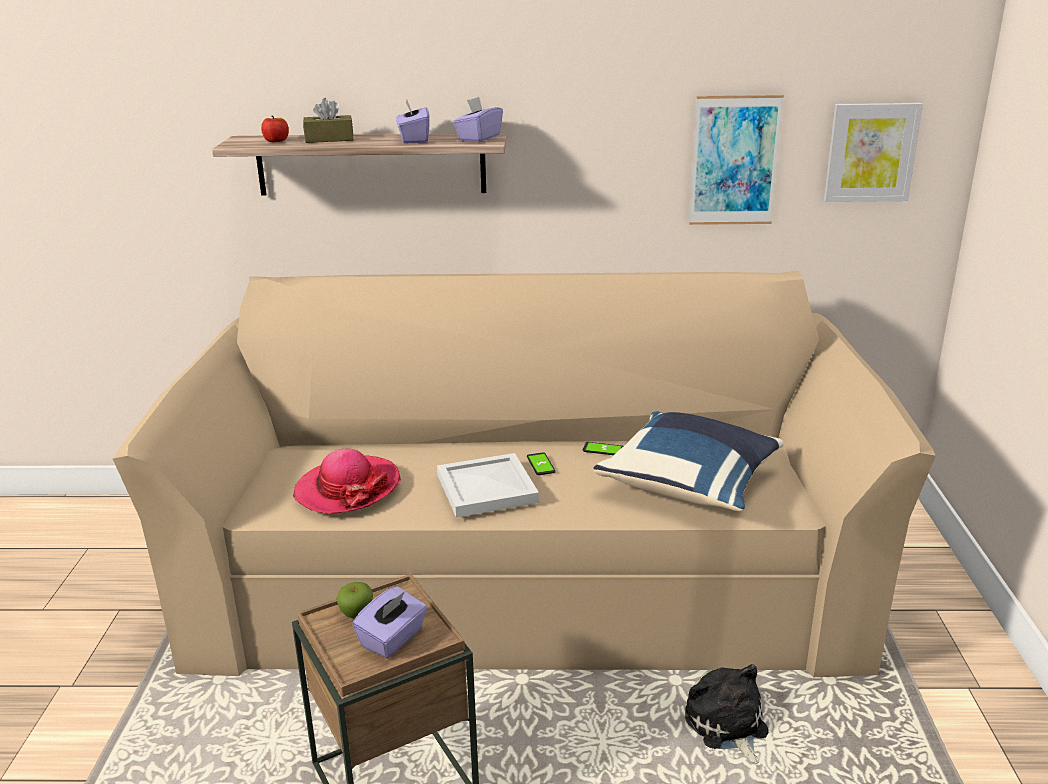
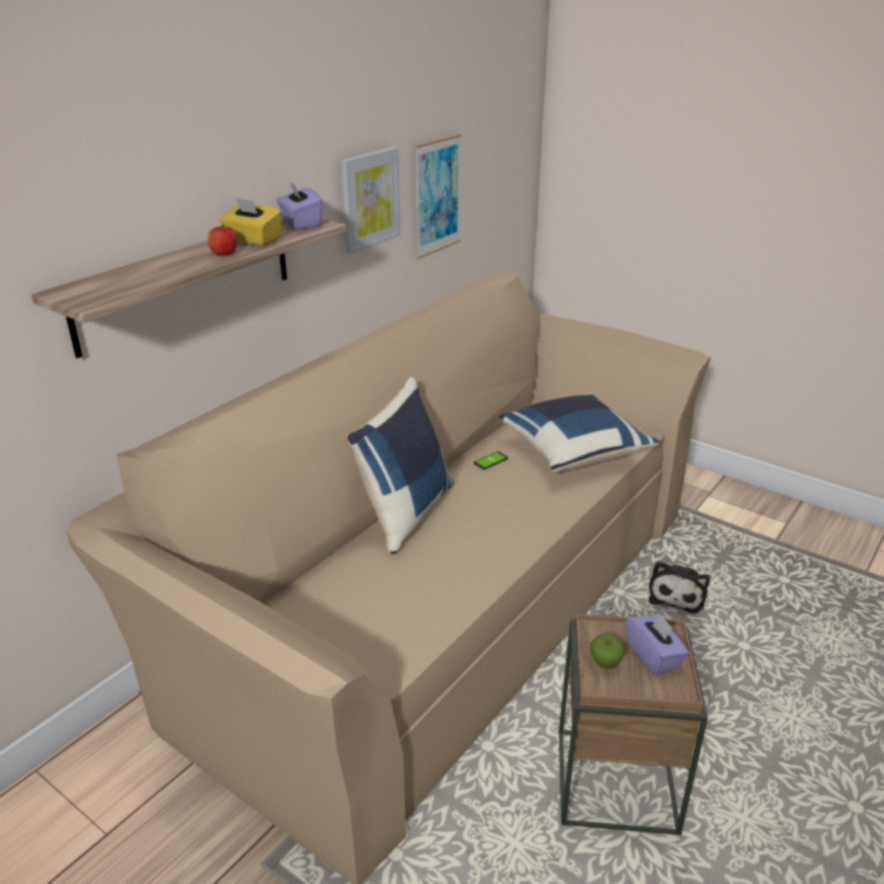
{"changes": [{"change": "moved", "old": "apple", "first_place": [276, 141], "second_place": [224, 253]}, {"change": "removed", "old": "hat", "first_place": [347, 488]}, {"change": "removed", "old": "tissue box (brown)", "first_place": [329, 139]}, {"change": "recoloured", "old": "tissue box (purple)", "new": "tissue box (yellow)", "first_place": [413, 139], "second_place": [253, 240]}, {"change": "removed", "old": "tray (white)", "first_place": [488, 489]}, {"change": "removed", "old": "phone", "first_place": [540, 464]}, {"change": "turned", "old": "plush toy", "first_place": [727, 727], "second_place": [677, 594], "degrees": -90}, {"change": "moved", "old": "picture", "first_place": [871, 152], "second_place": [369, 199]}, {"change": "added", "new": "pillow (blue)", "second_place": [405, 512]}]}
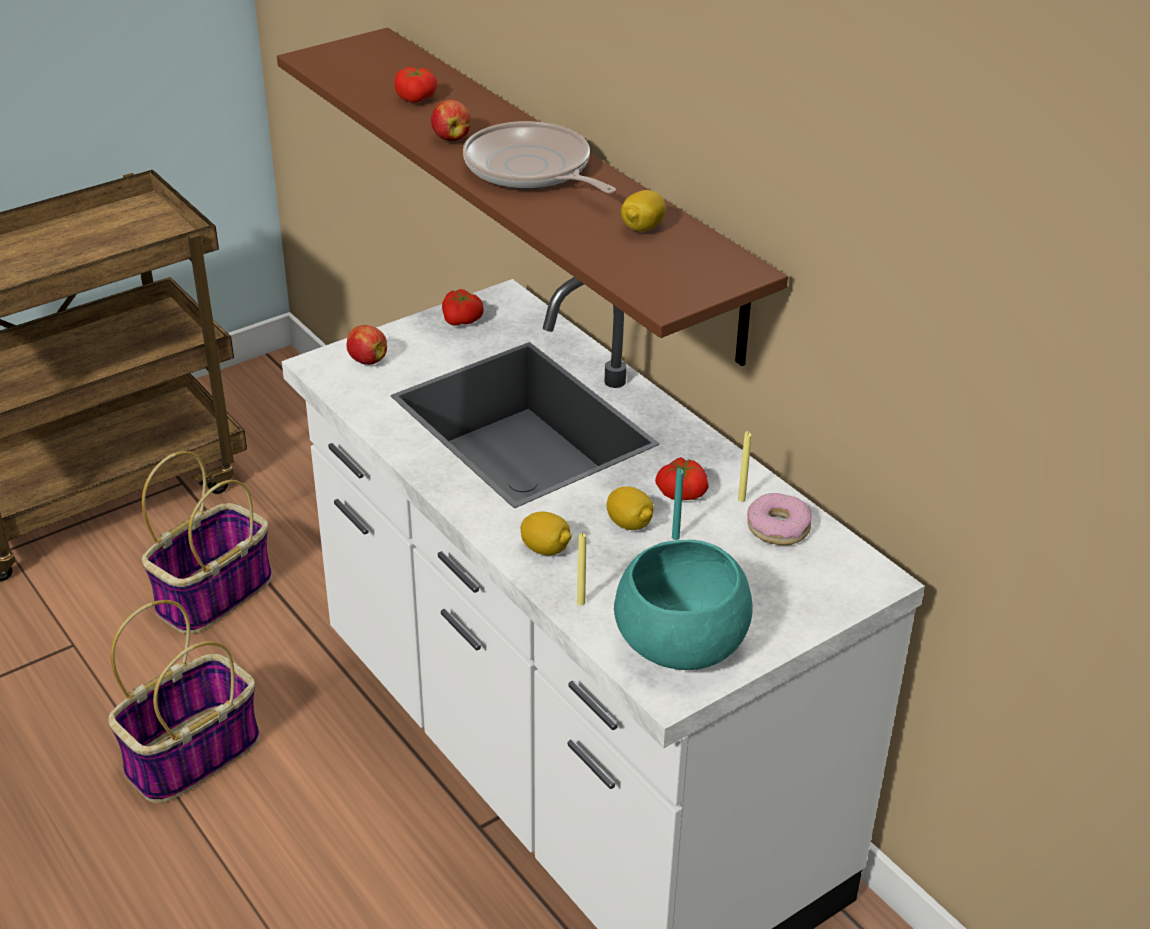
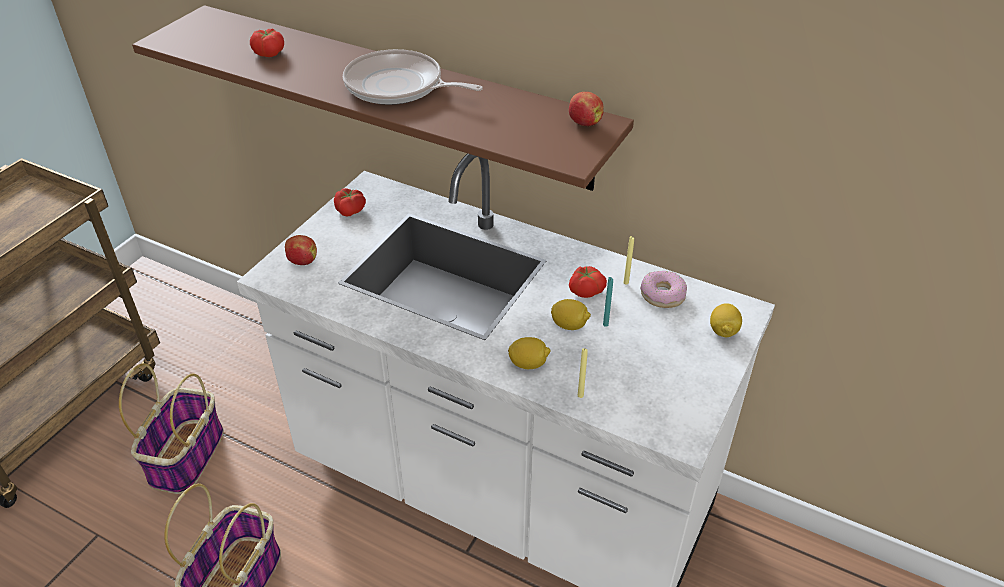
{"changes": [{"change": "moved", "old": "apple", "first_place": [451, 138], "second_place": [584, 123]}, {"change": "removed", "old": "bowl (turquoise)", "first_place": [679, 640]}, {"change": "moved", "old": "lemon", "first_place": [642, 228], "second_place": [723, 331]}]}
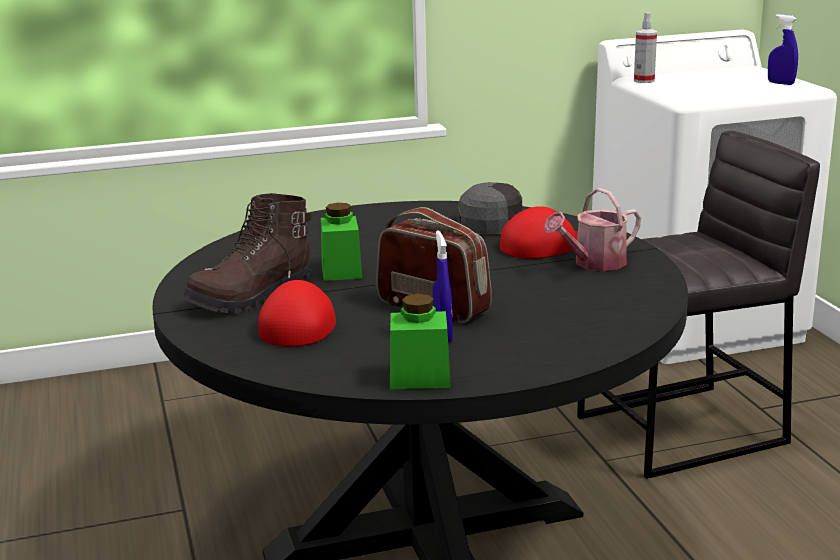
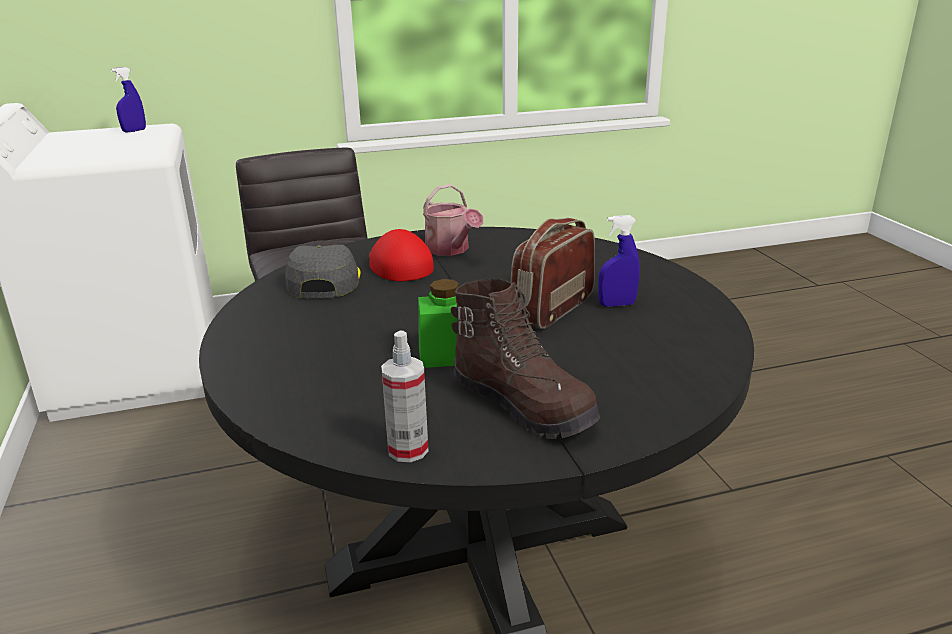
{"changes": [{"change": "removed", "old": "cap (red)", "first_place": [300, 323]}, {"change": "removed", "old": "jar (green)", "first_place": [420, 377]}, {"change": "moved", "old": "spray bottle", "first_place": [644, 81], "second_place": [408, 450]}]}
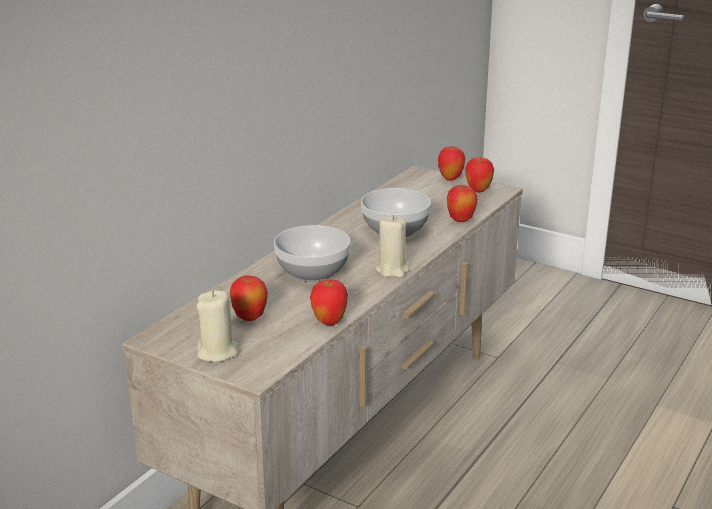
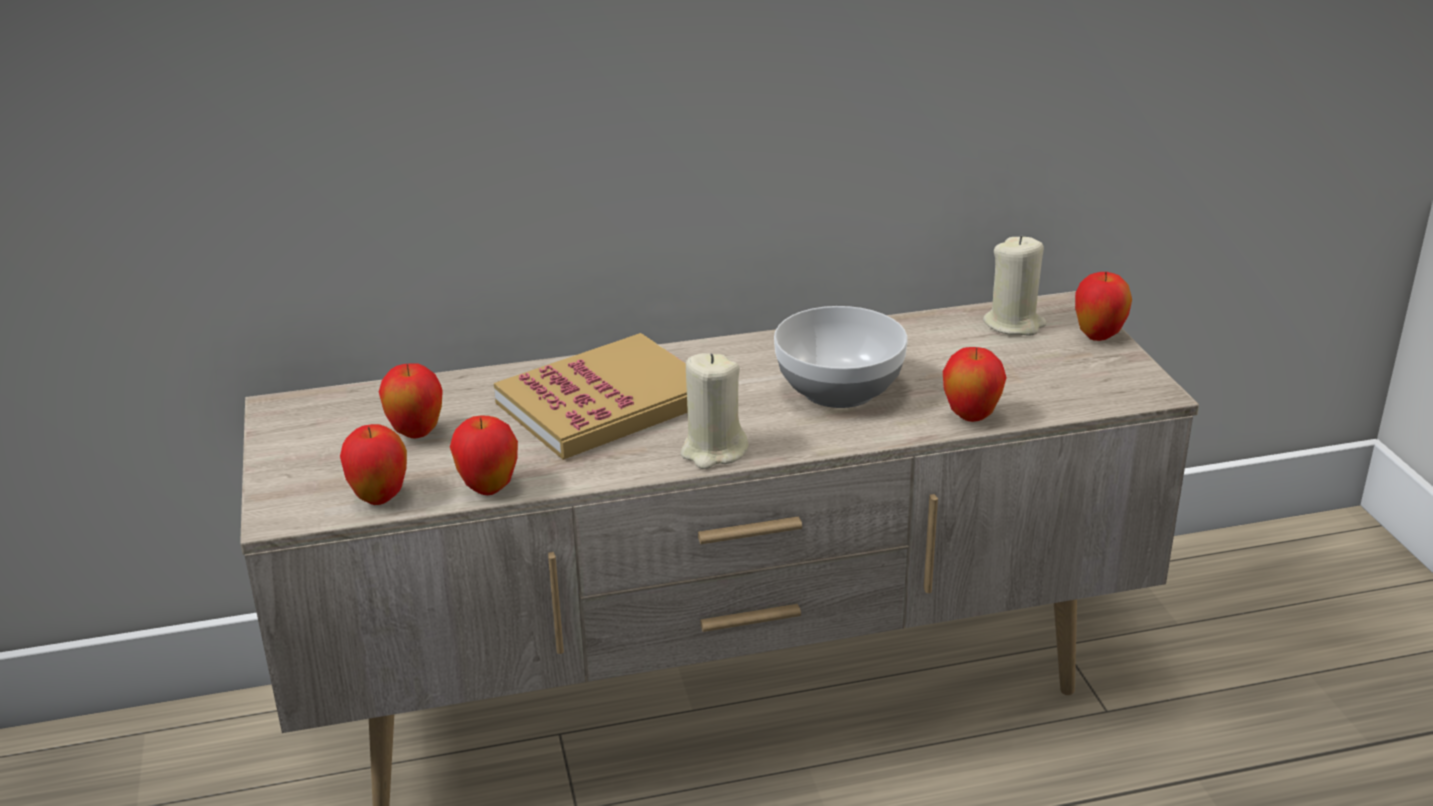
{"changes": [{"change": "moved", "old": "candle (beige)", "first_place": [218, 352], "second_place": [1014, 324]}, {"change": "replaced", "old": "bowl", "new": "book", "first_place": [311, 272], "second_place": [605, 403]}, {"change": "moved", "old": "apple", "first_place": [478, 190], "second_place": [380, 498]}]}
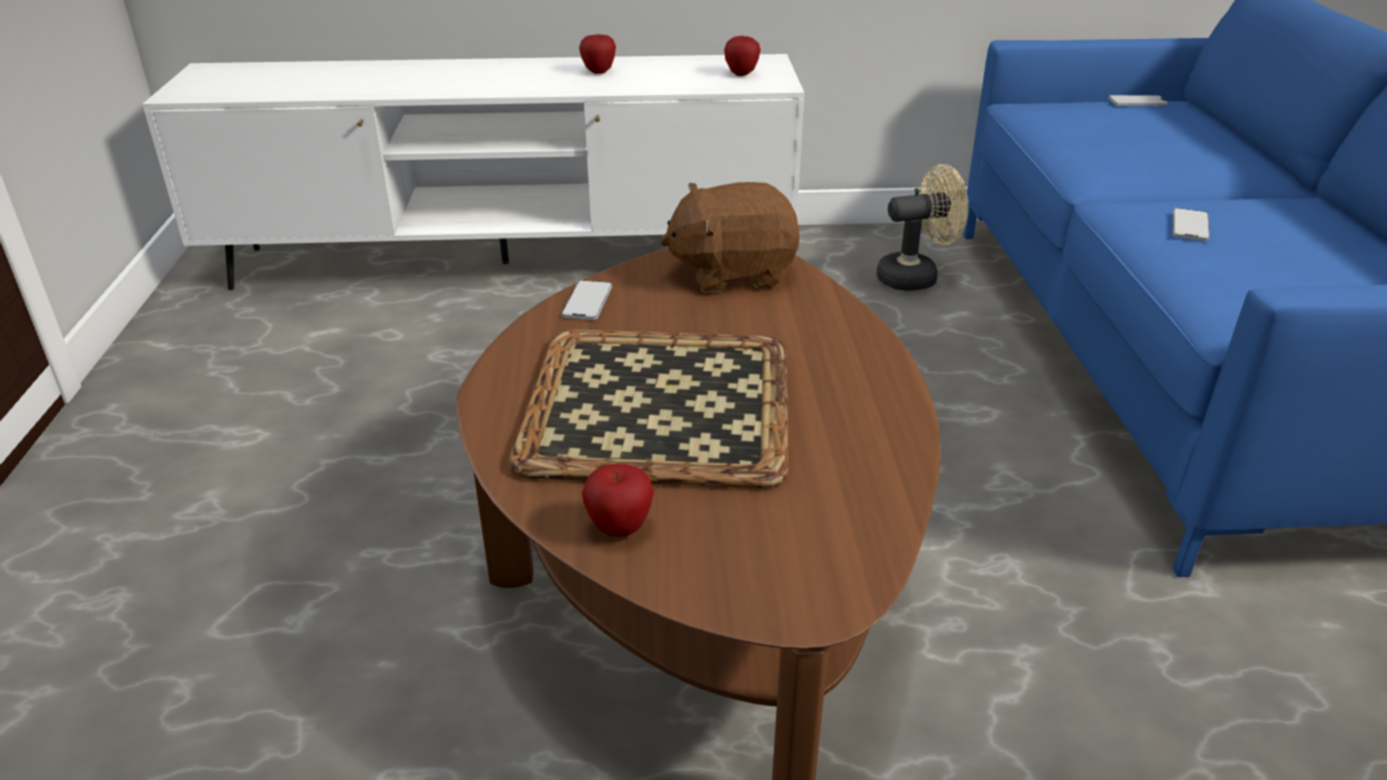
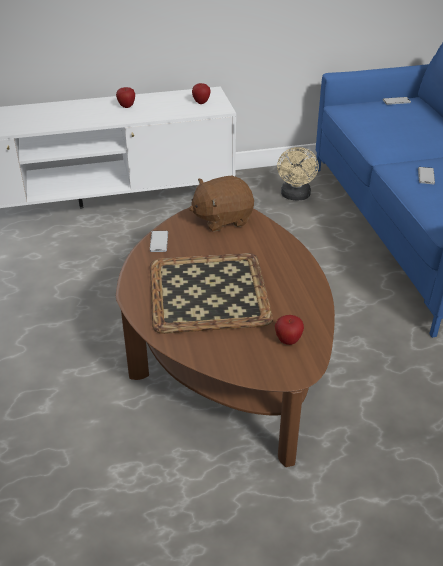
{"changes": [{"change": "moved", "old": "apple", "first_place": [619, 528], "second_place": [288, 341]}, {"change": "turned", "old": "fan (beige)", "first_place": [916, 277], "second_place": [295, 196], "degrees": 120}]}
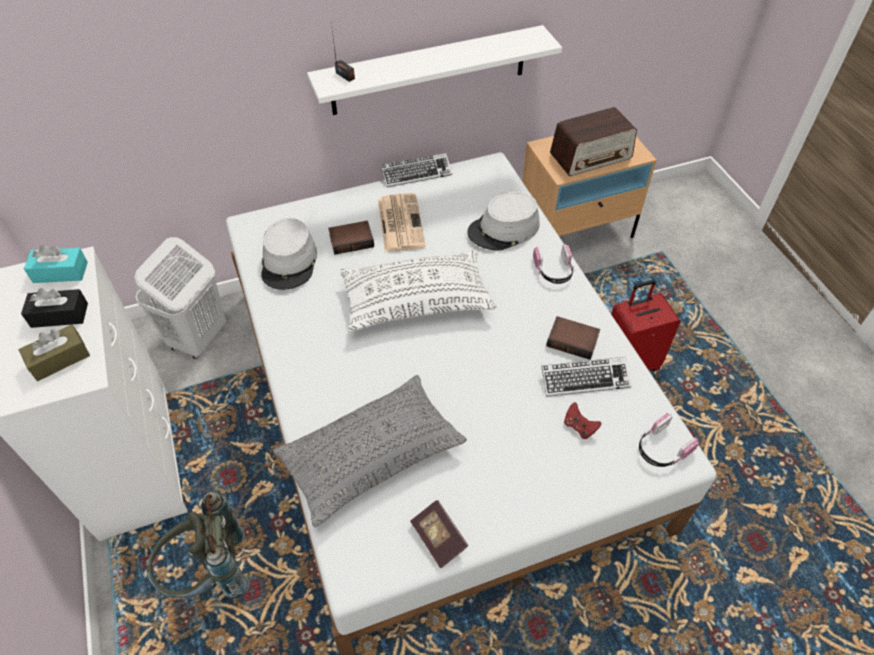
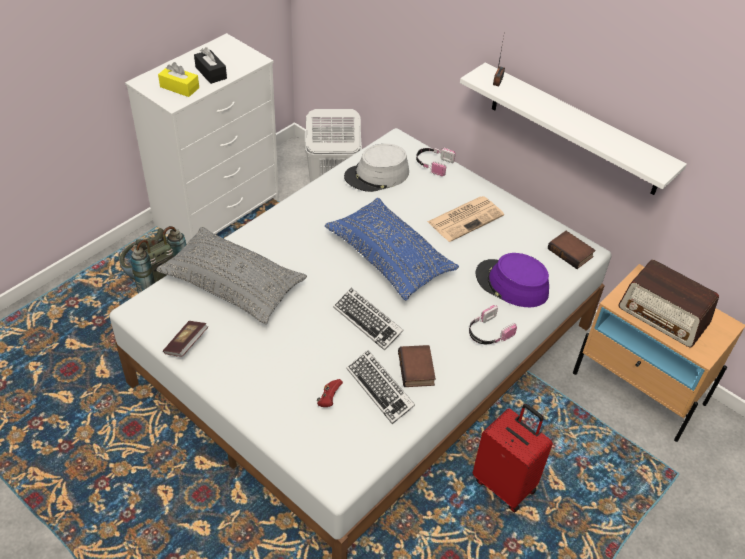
{"changes": [{"change": "recoloured", "old": "tissue box (brown)", "new": "tissue box (yellow)", "first_place": [59, 359], "second_place": [179, 87]}, {"change": "removed", "old": "tissue box (turquoise)", "first_place": [60, 272]}, {"change": "moved", "old": "book", "first_place": [352, 240], "second_place": [571, 252]}, {"change": "recoloured", "old": "pillow (white)", "new": "pillow (blue)", "first_place": [416, 301], "second_place": [389, 258]}, {"change": "moved", "old": "keyboard", "first_place": [416, 173], "second_place": [367, 321]}, {"change": "recoloured", "old": "hat (grey)", "new": "hat (purple)", "first_place": [504, 229], "second_place": [511, 284]}, {"change": "moved", "old": "headphones", "first_place": [661, 449], "second_place": [433, 164]}]}
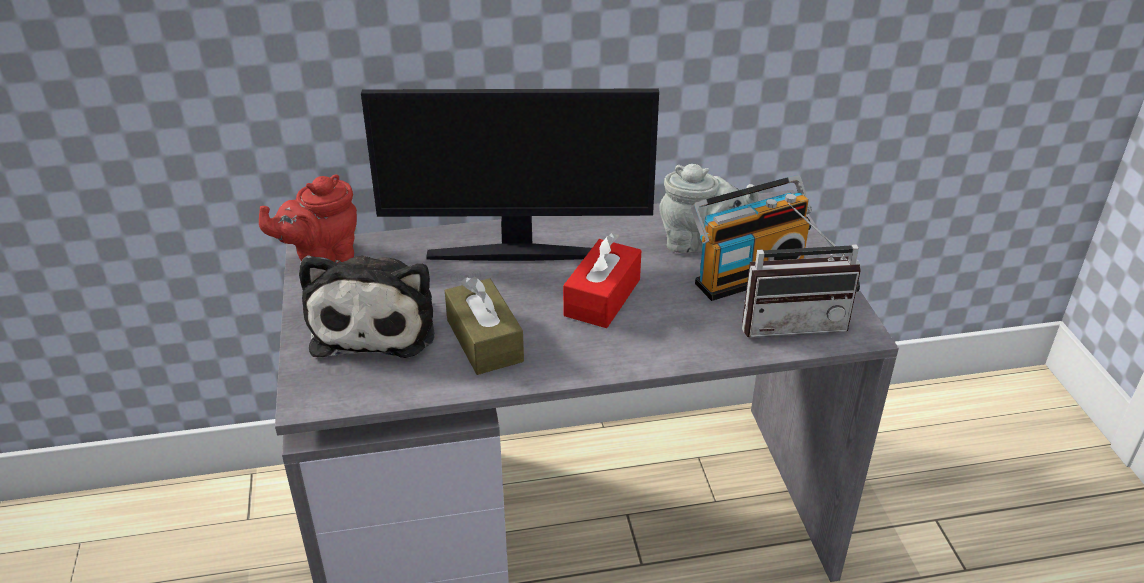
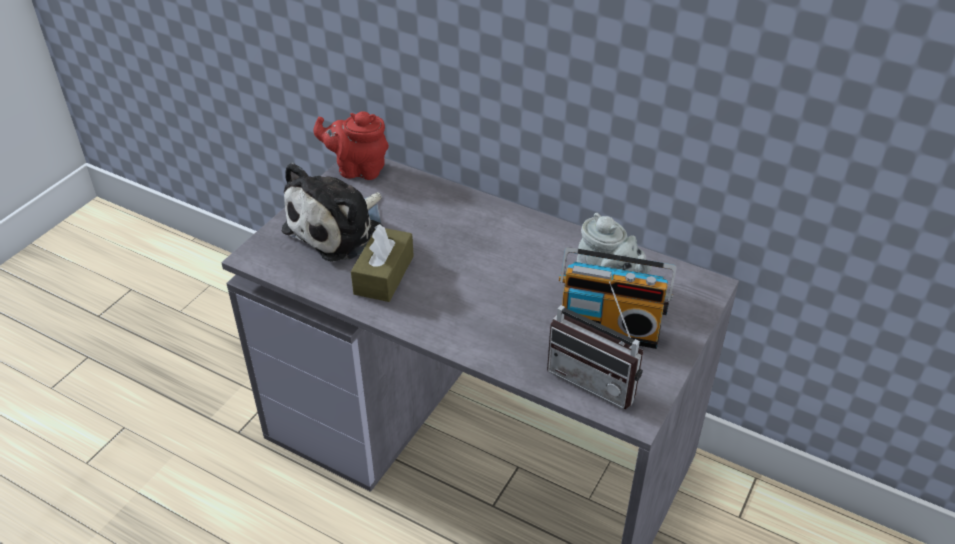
{"changes": [{"change": "removed", "old": "monitor", "first_place": [517, 252]}, {"change": "removed", "old": "tissue box (red)", "first_place": [602, 297]}]}
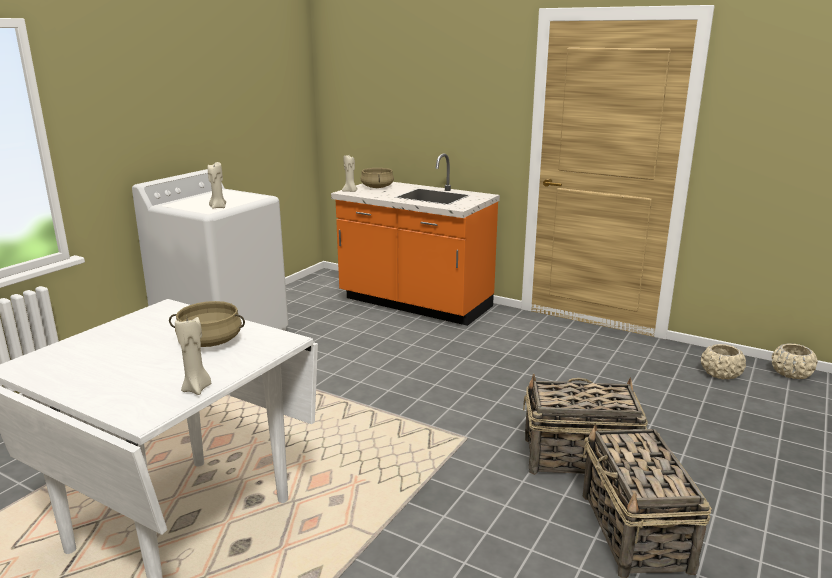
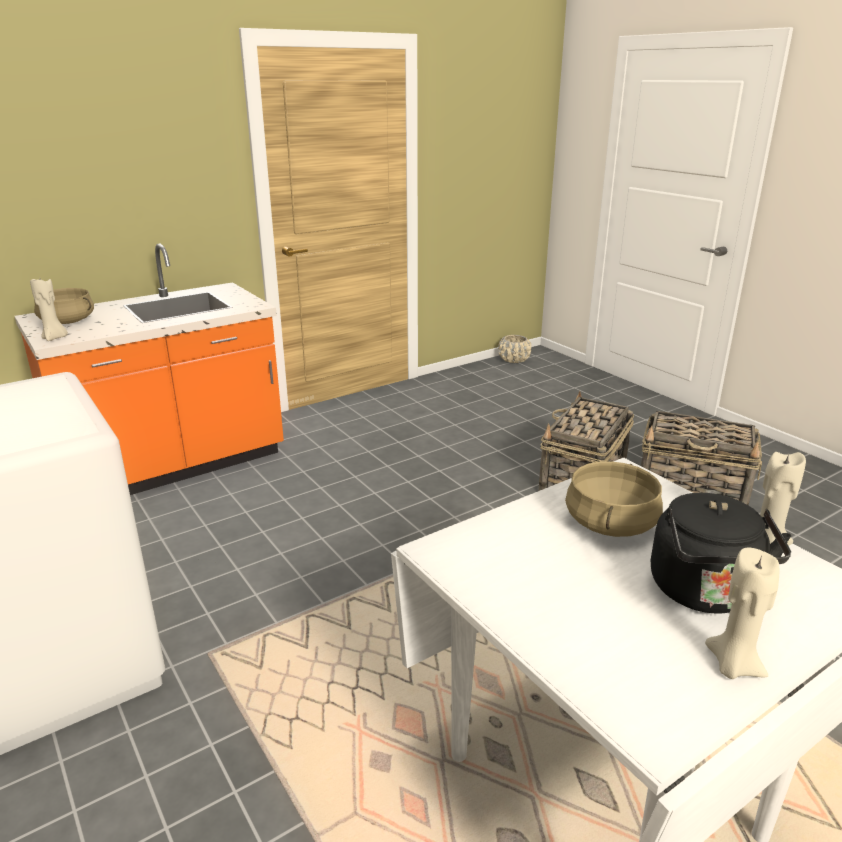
{"changes": [{"change": "moved", "old": "candle (beige)", "first_place": [218, 207], "second_place": [733, 665]}, {"change": "removed", "old": "planter (beige)", "first_place": [721, 374]}, {"change": "added", "new": "kettle (black)", "second_place": [705, 593]}]}
